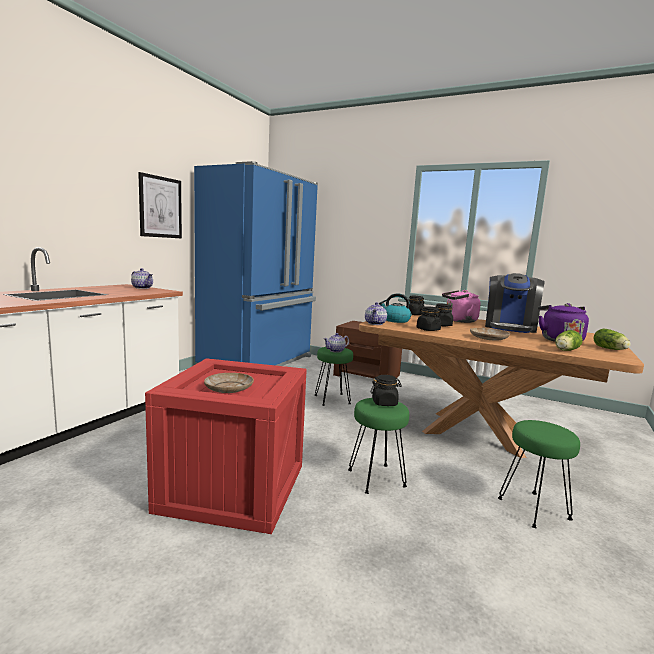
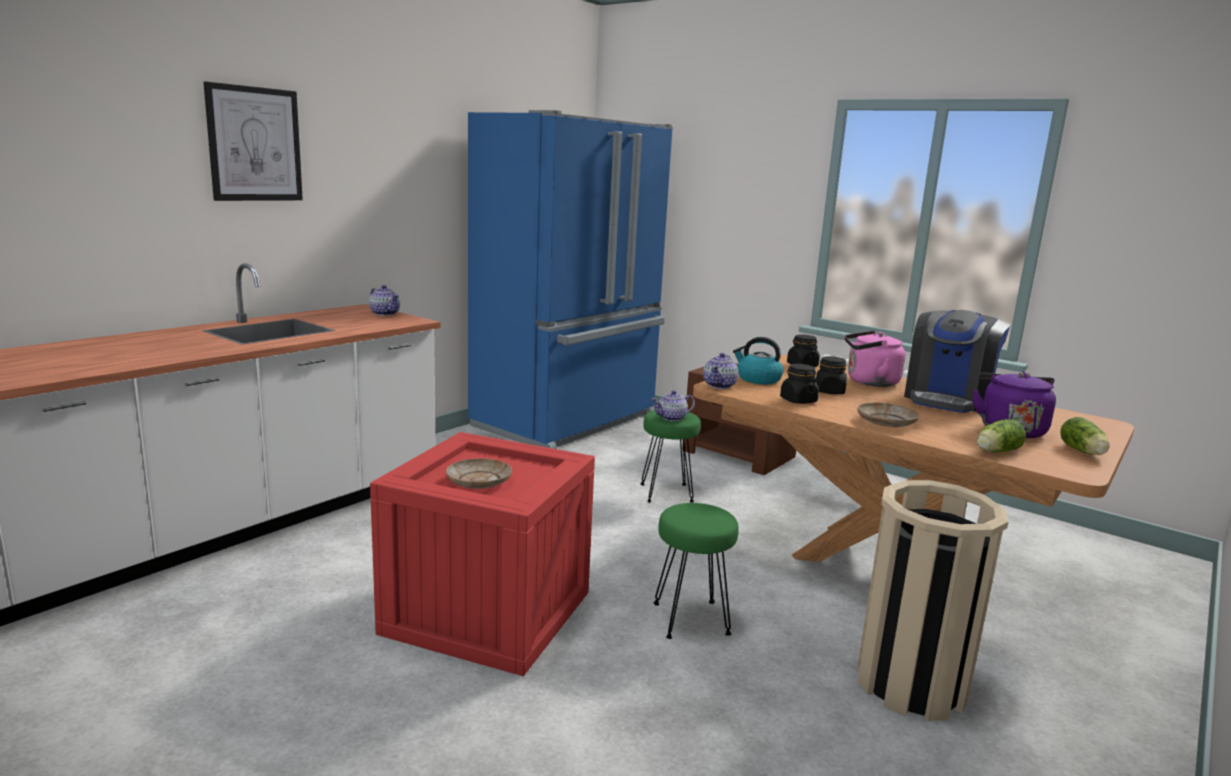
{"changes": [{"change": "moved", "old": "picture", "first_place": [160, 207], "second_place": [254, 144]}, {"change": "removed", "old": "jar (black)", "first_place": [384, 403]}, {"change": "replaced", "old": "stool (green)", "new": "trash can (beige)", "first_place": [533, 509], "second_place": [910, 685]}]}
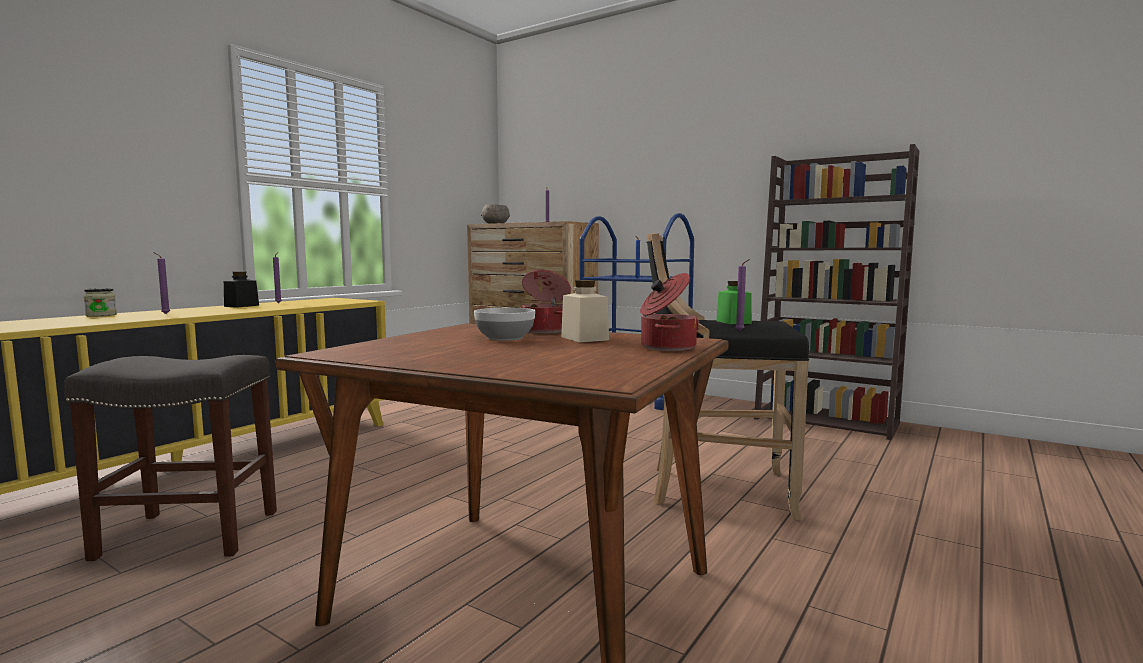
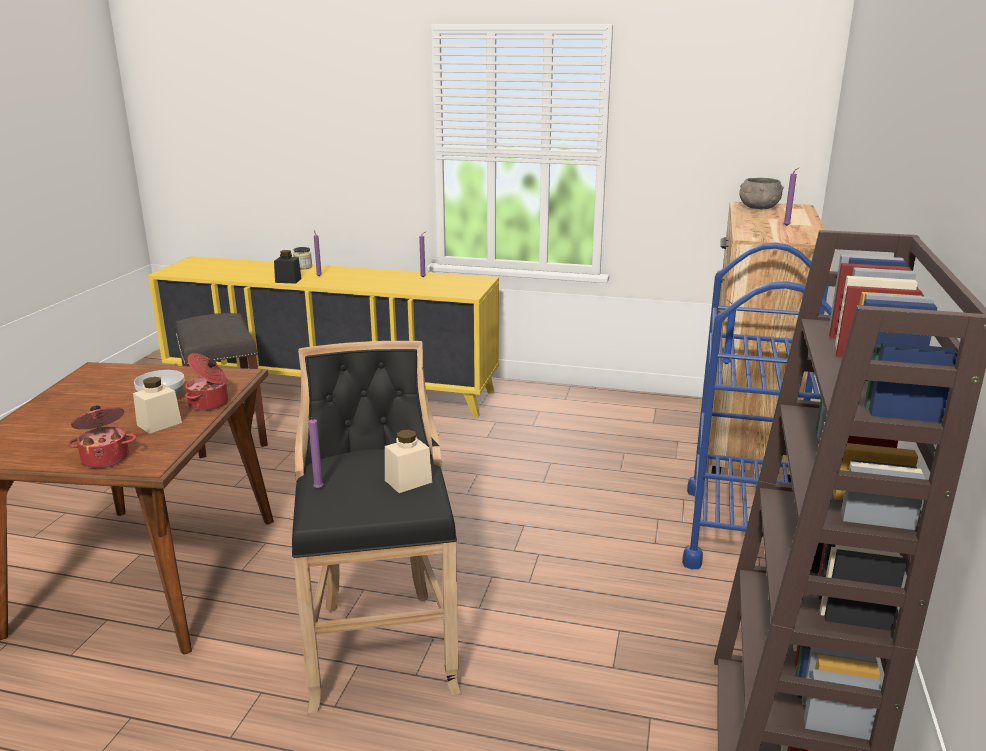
{"changes": [{"change": "moved", "old": "jar (black)", "first_place": [241, 306], "second_place": [288, 280]}, {"change": "recoloured", "old": "jar (green)", "new": "jar (beige)", "first_place": [733, 322], "second_place": [408, 481]}]}
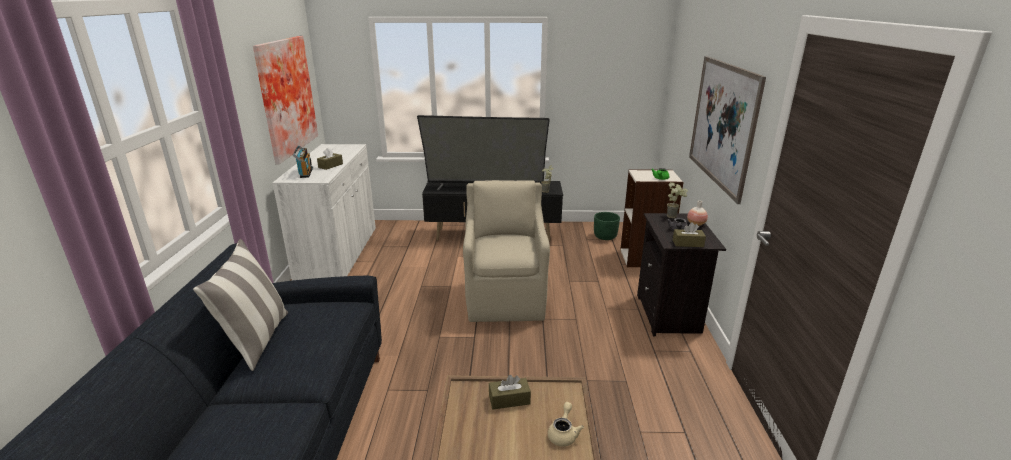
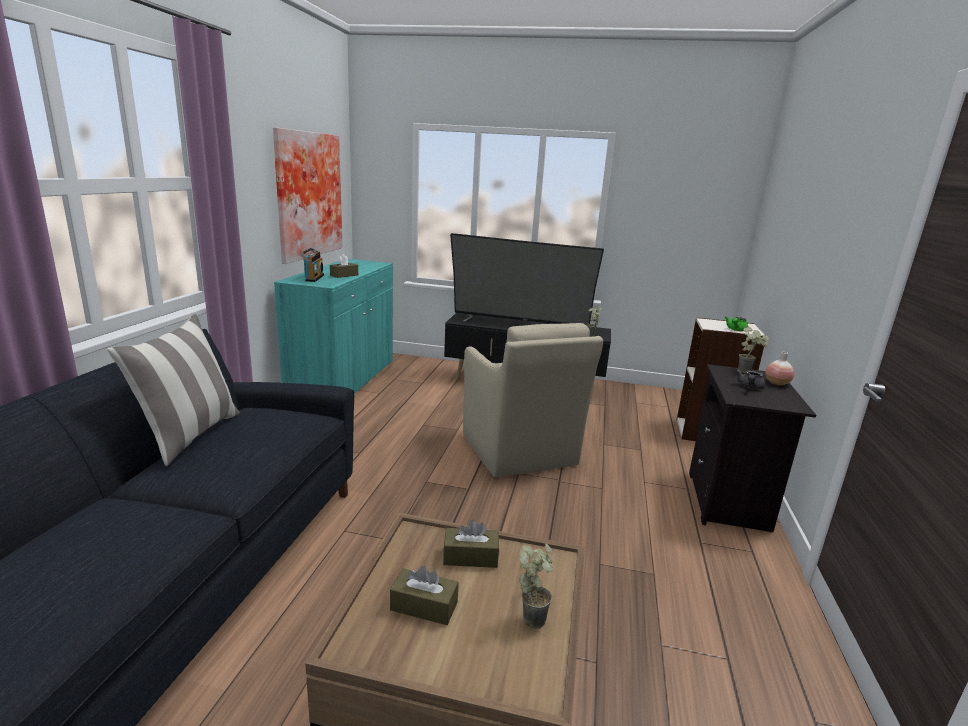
{"changes": [{"change": "recoloured", "old": "cabinet (white)", "new": "cabinet (turquoise)", "first_place": [338, 254], "second_place": [343, 380]}, {"change": "turned", "old": "armchair (beige)", "first_place": [505, 298], "second_place": [519, 452], "degrees": 150}, {"change": "replaced", "old": "teapot (beige)", "new": "potted plant", "first_place": [563, 433], "second_place": [532, 615]}, {"change": "removed", "old": "planter (green)", "first_place": [605, 236]}, {"change": "moved", "old": "tissue box (brown)", "first_place": [688, 243], "second_place": [424, 606]}, {"change": "removed", "old": "picture", "first_place": [722, 124]}]}
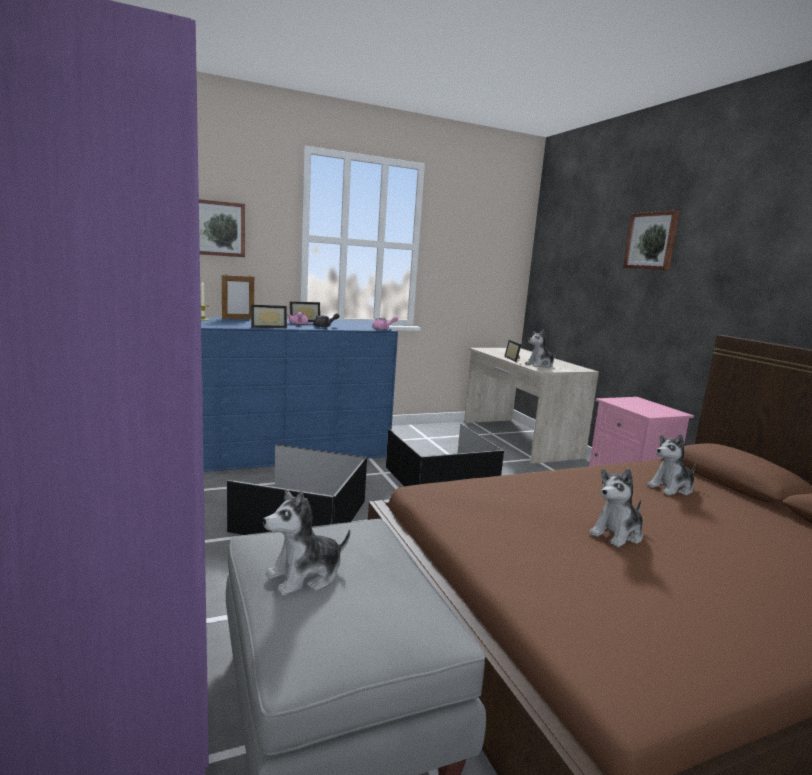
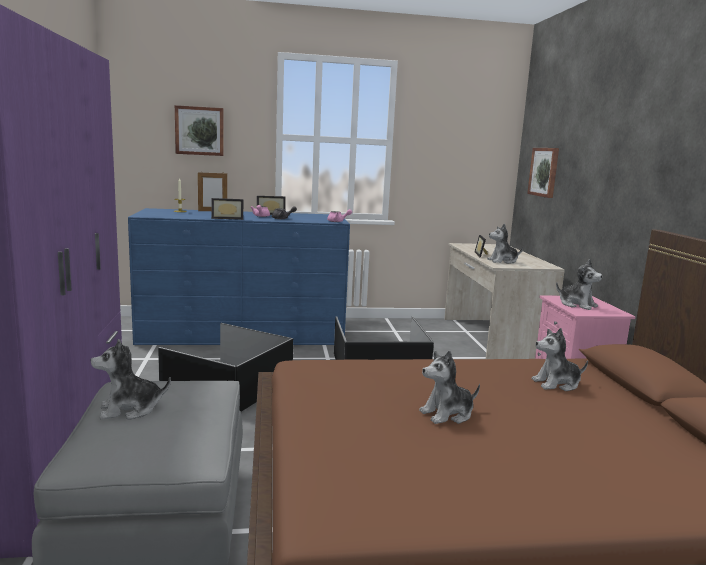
{"changes": [{"change": "moved", "old": "picture", "first_place": [652, 241], "second_place": [544, 172]}, {"change": "added", "new": "plush toy", "second_place": [577, 305]}]}
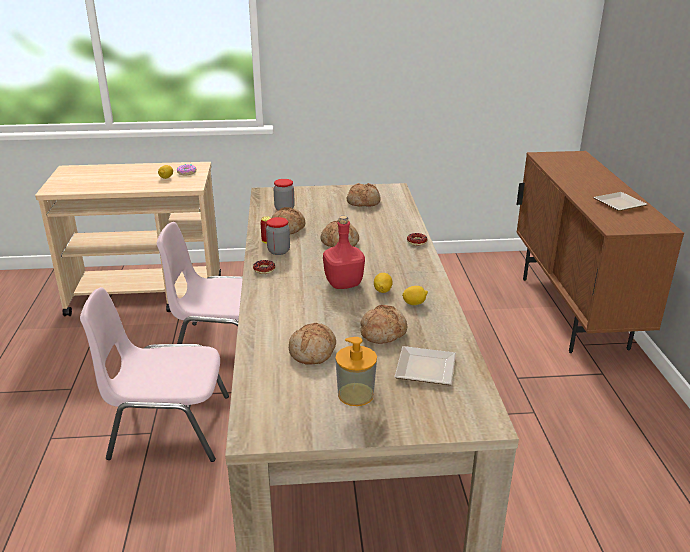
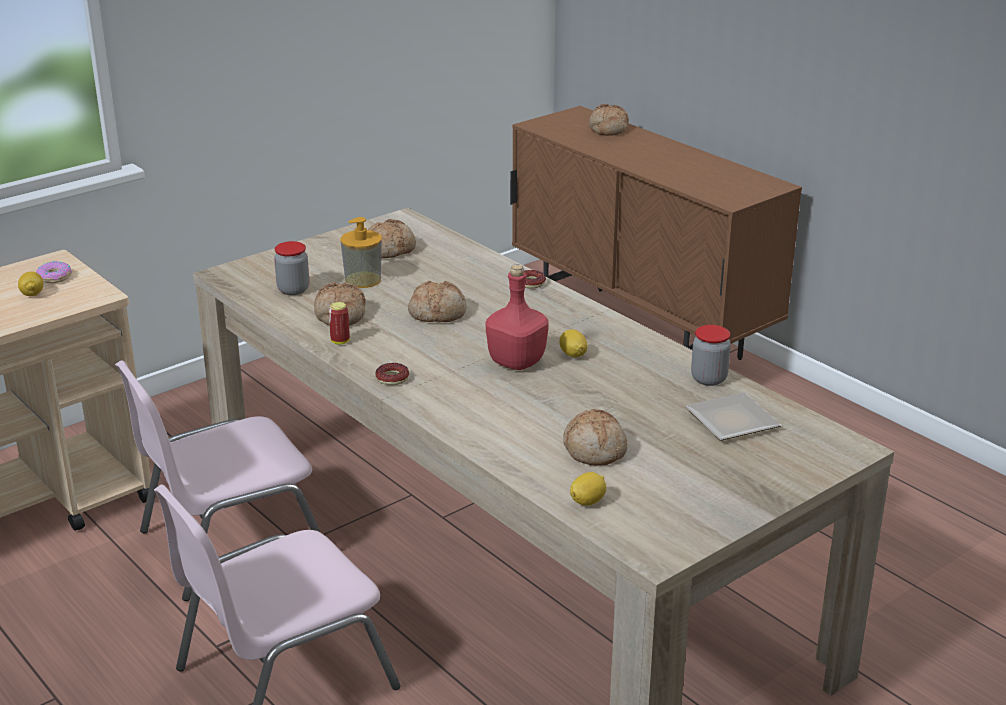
{"changes": [{"change": "moved", "old": "jar", "first_place": [278, 251], "second_place": [708, 379]}, {"change": "moved", "old": "soap dispenser", "first_place": [355, 394], "second_place": [363, 280]}, {"change": "moved", "old": "bread", "first_place": [383, 332], "second_place": [607, 129]}, {"change": "moved", "old": "lemon", "first_place": [414, 303], "second_place": [588, 501]}, {"change": "removed", "old": "plate", "first_place": [619, 204]}]}
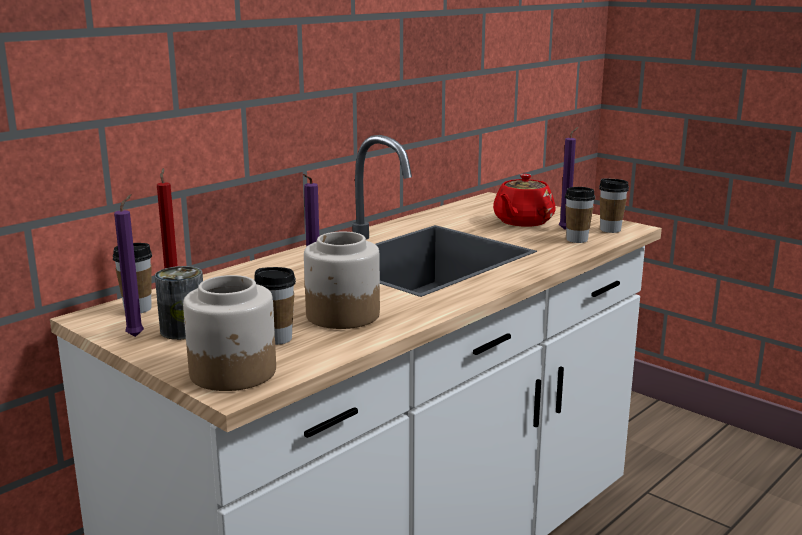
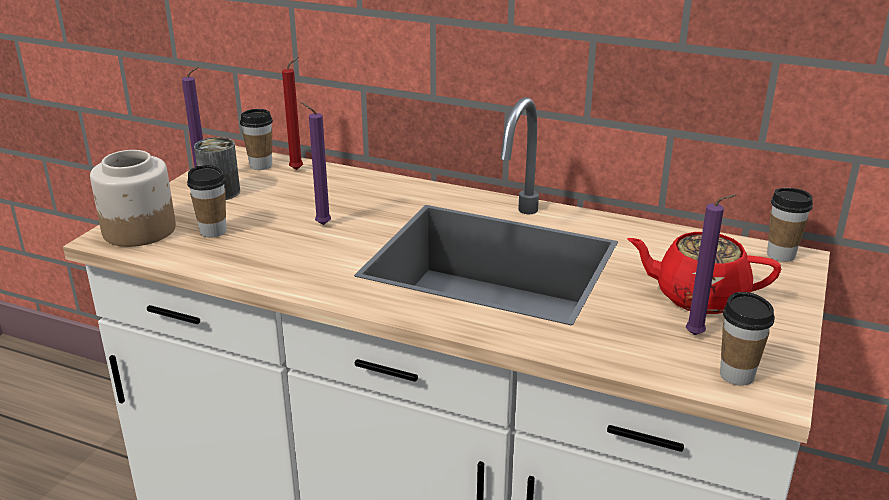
{"changes": [{"change": "removed", "old": "jar", "first_place": [342, 315]}, {"change": "moved", "old": "cup", "first_place": [577, 239], "second_place": [781, 255]}]}
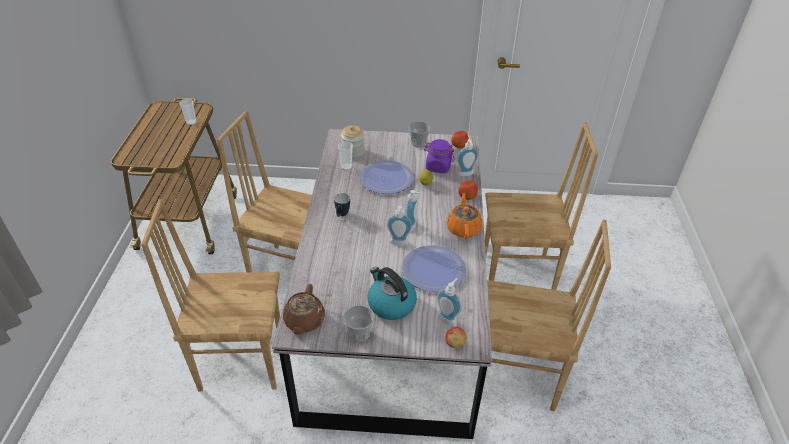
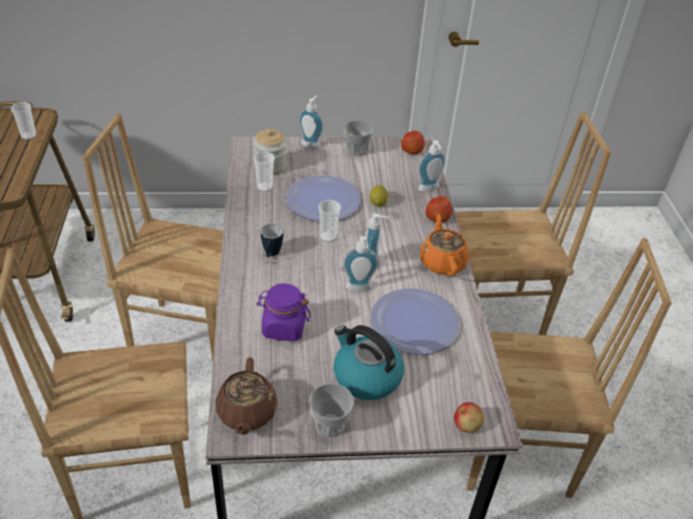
{"changes": [{"change": "moved", "old": "jar (purple)", "first_place": [438, 167], "second_place": [283, 327]}, {"change": "moved", "old": "soap dispenser", "first_place": [448, 318], "second_place": [311, 144]}, {"change": "added", "new": "cup", "second_place": [328, 237]}]}
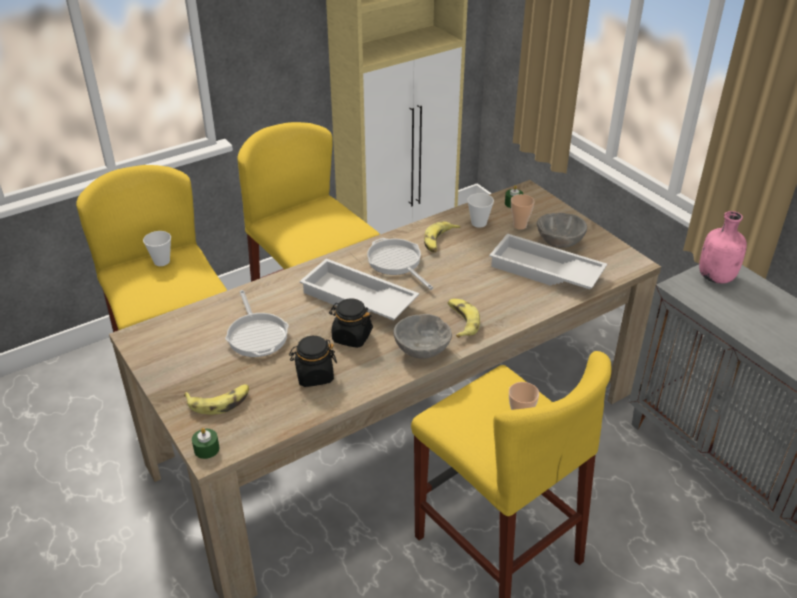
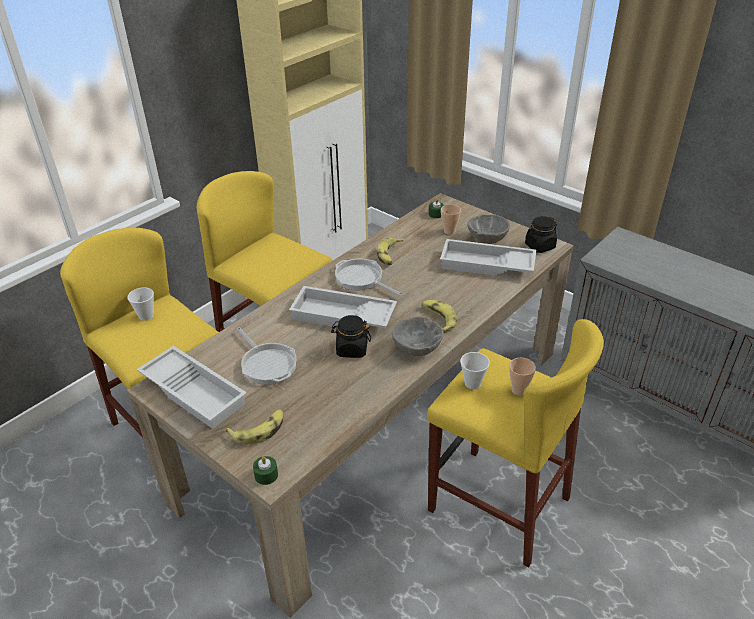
{"changes": [{"change": "moved", "old": "jar (black)", "first_place": [314, 375], "second_place": [539, 246]}, {"change": "moved", "old": "cup", "first_place": [479, 223], "second_place": [472, 383]}, {"change": "removed", "old": "bottle (pink)", "first_place": [716, 277]}, {"change": "added", "new": "tray (white)", "second_place": [195, 391]}]}
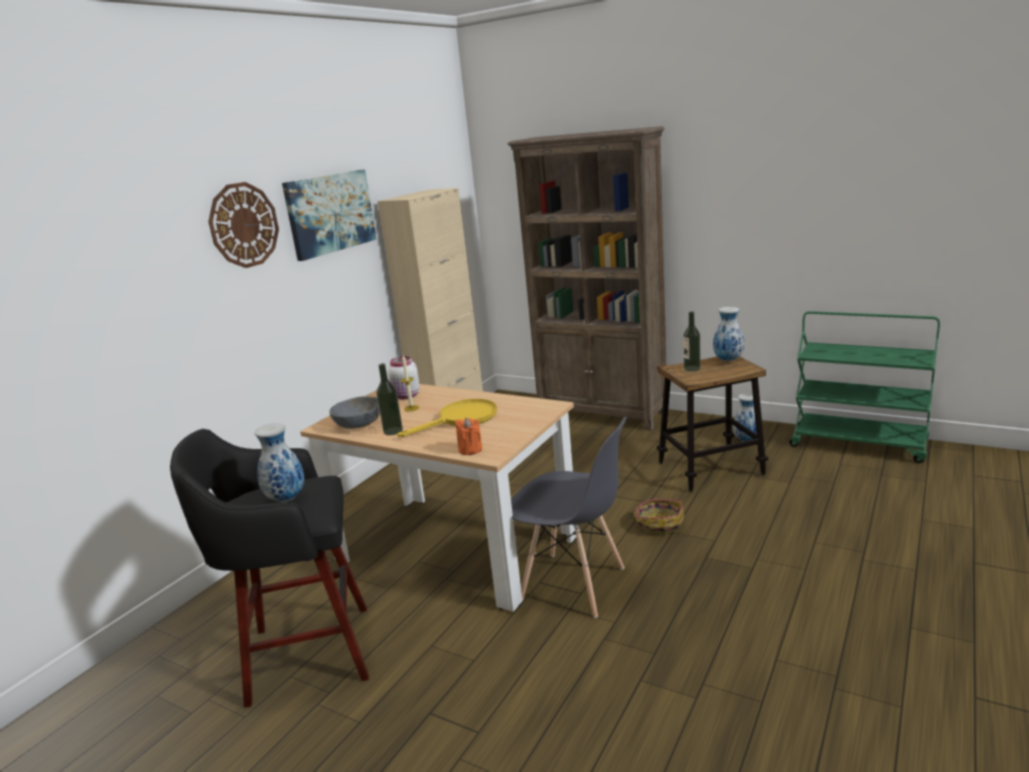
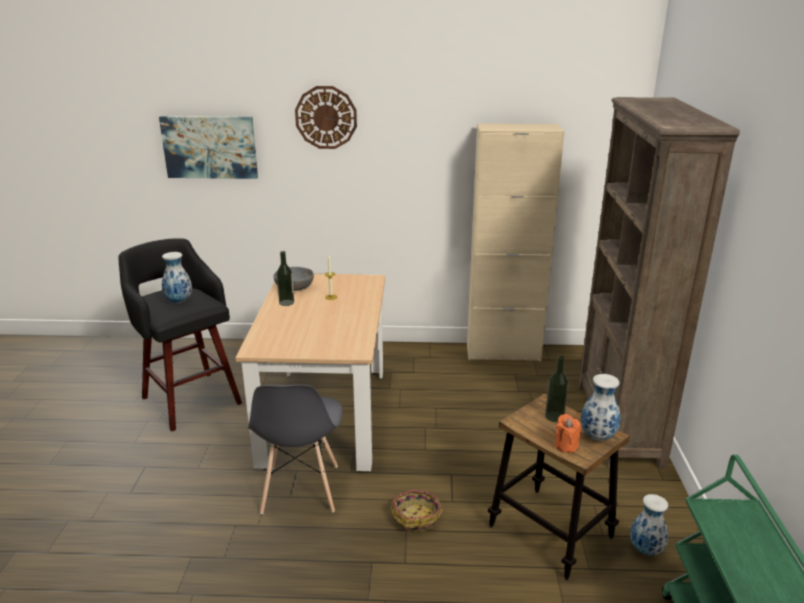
{"changes": [{"change": "moved", "old": "picture", "first_place": [330, 213], "second_place": [210, 147]}, {"change": "removed", "old": "jar (white)", "first_place": [406, 396]}, {"change": "removed", "old": "frying pan (yellow)", "first_place": [461, 419]}, {"change": "moved", "old": "candle (orange)", "first_place": [470, 449], "second_place": [566, 445]}]}
